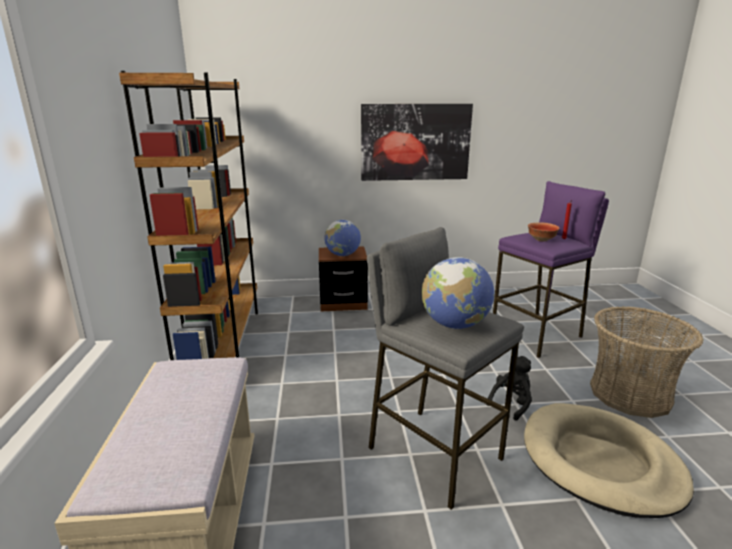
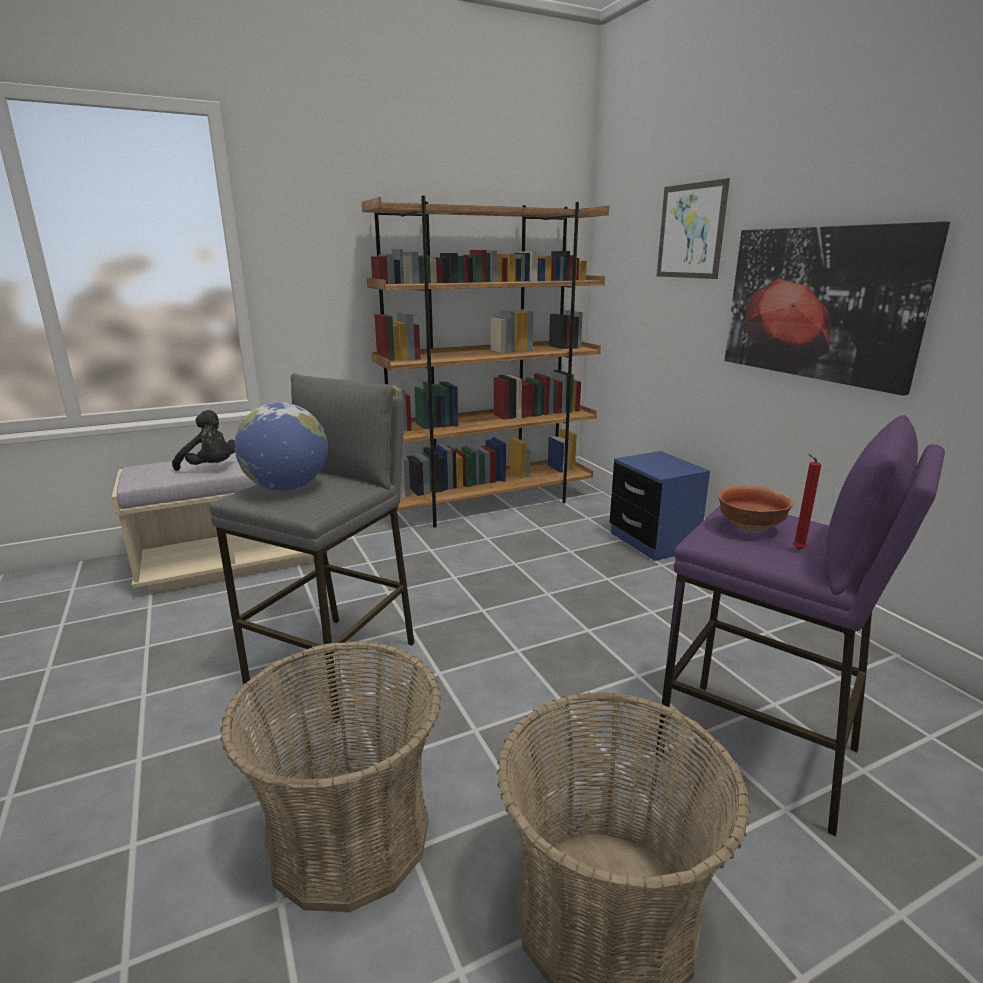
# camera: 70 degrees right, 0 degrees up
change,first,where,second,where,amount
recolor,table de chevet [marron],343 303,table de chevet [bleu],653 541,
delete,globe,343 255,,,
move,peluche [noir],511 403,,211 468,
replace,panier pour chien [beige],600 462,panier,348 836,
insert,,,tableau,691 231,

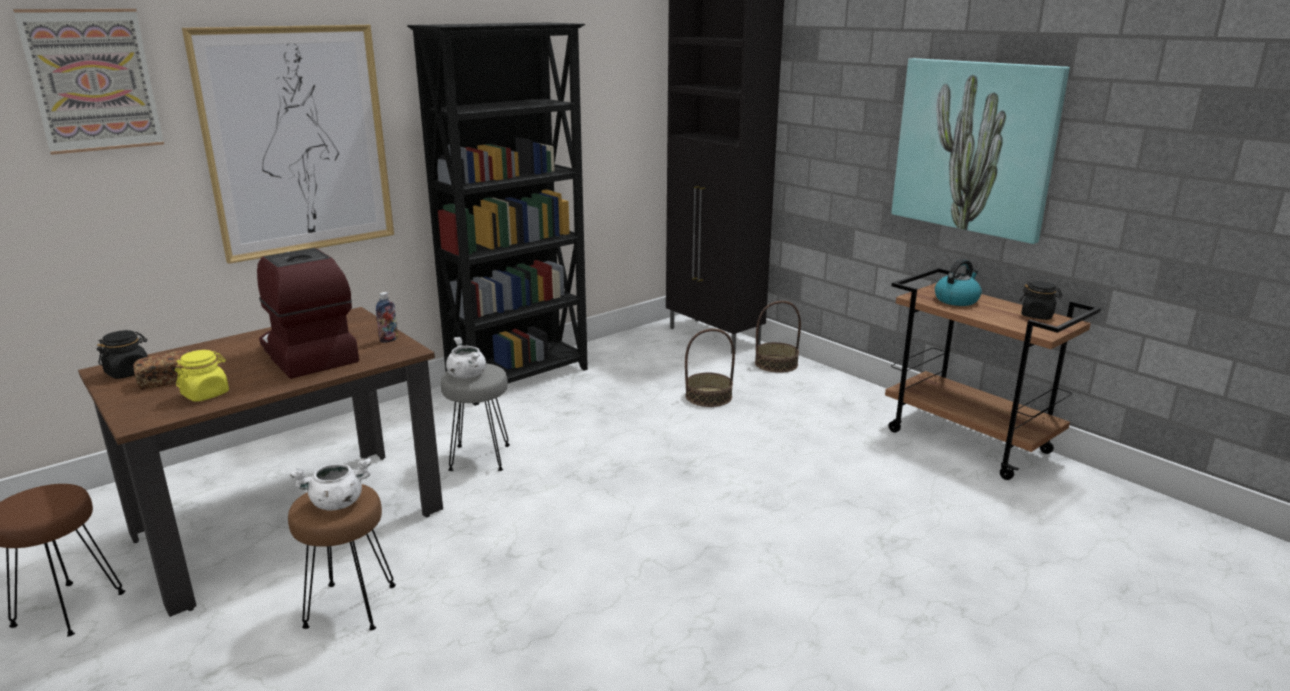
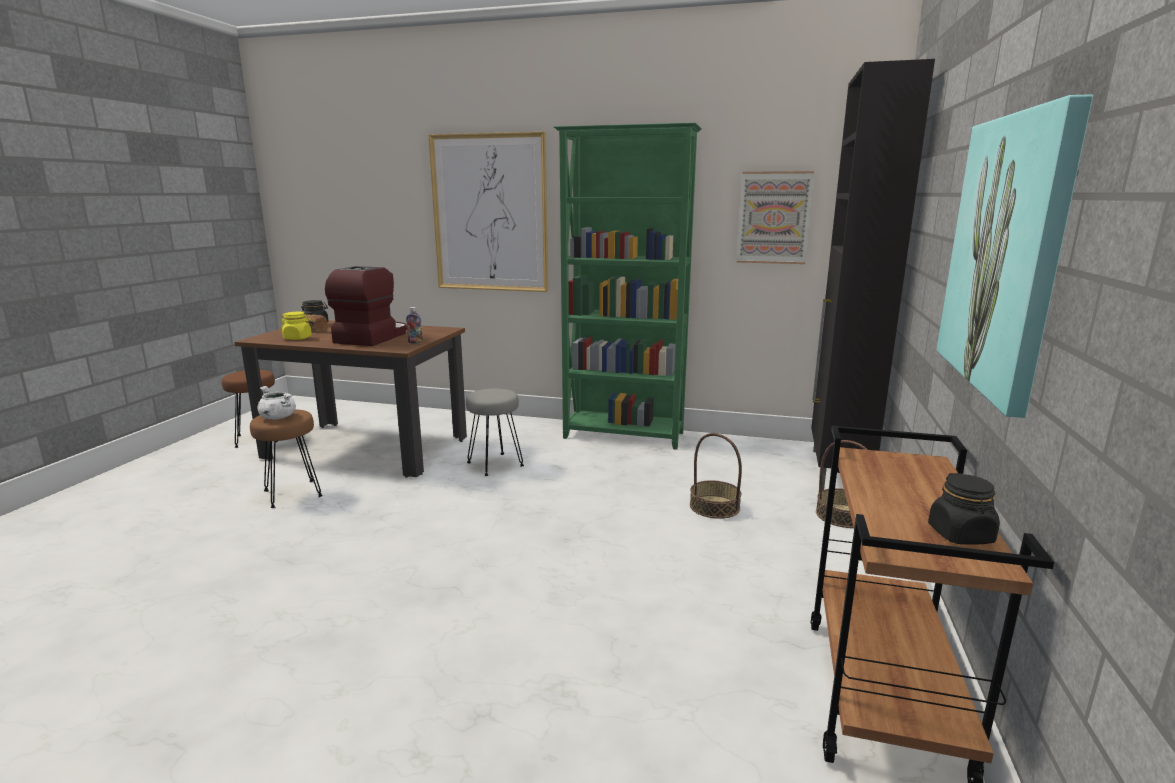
# camera: 55 degrees right, 5 degrees down
change,first,where,second,where,amount
move,tableau,92 80,,773 218,
recolor,bibliothèque [noir],520 378,bibliothèque [vert],624 436,
delete,marmite [blanc],466 375,,,
delete,bouilloire,956 300,,,

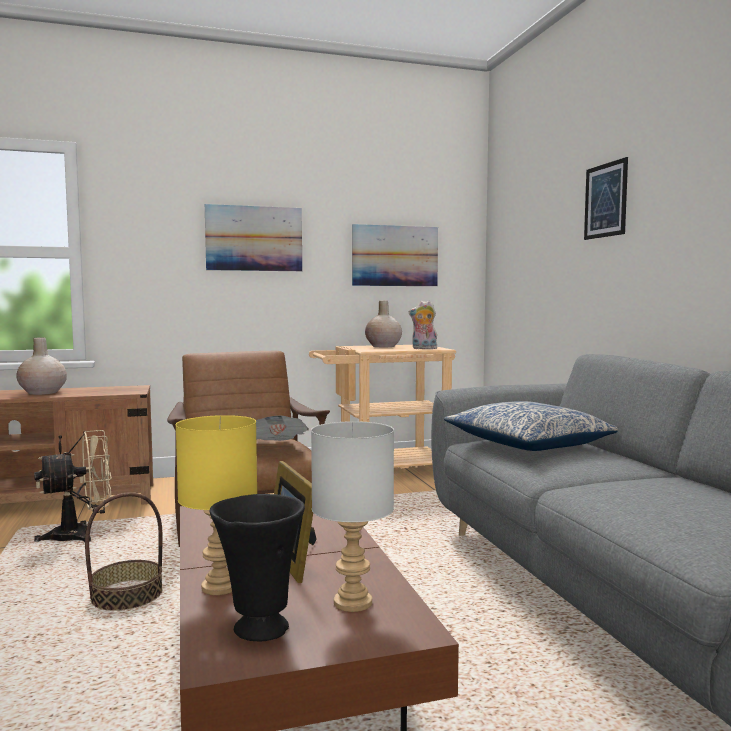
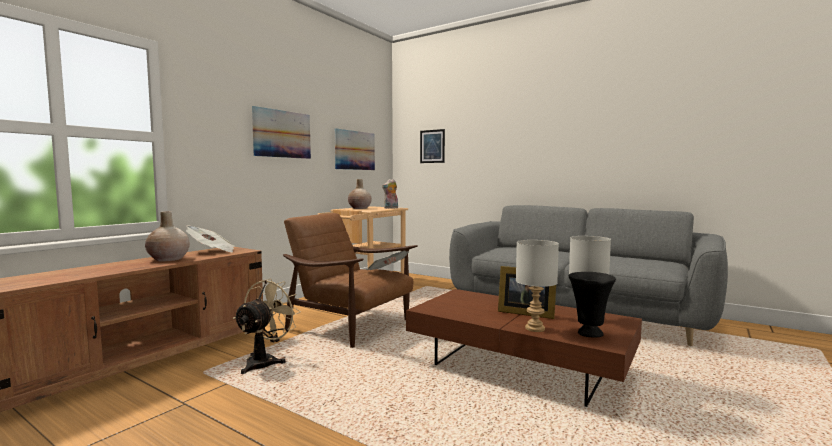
# camera: 40 degrees left, 0 degrees up
change,first,where,second,where,amount
delete,panier,127 596,,,
recolor,lampe de table [jaune],219 587,lampe de table [gris],535 329,
delete,coussin,528 443,,,
move,tableau,605 200,,432 146,
insert,,,journal,212 251,

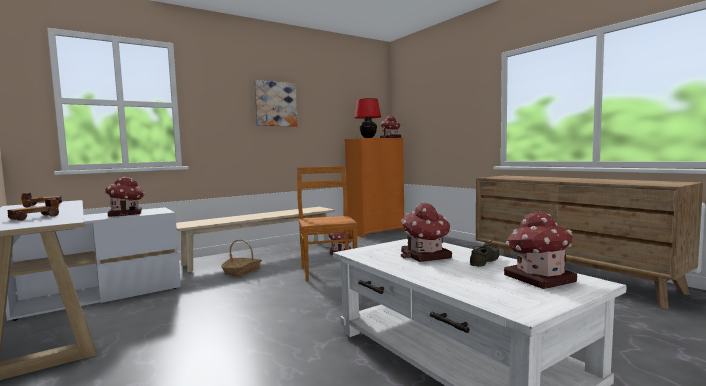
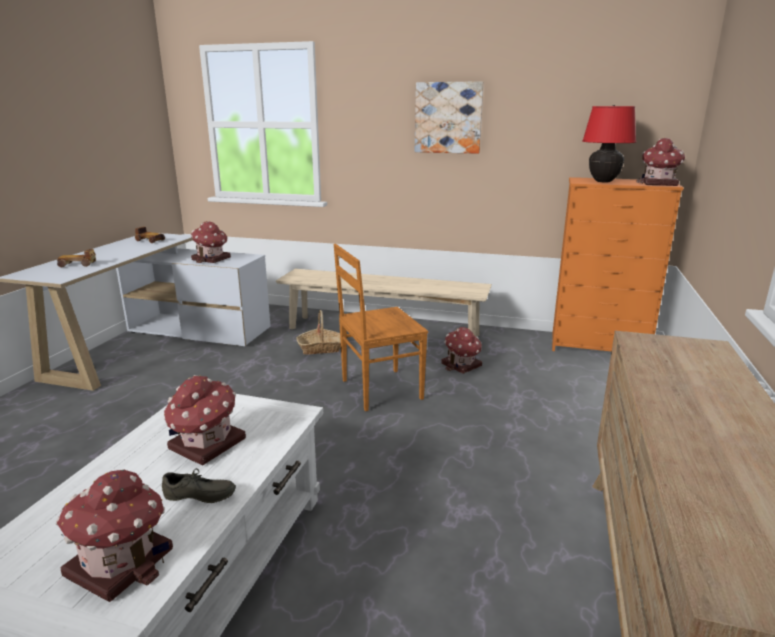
# camera: 50 degrees right, 15 degrees up
change,first,where,second,where,amount
rotate,chaise [marron],328 271,,379 390,150 degrees counterclockwise

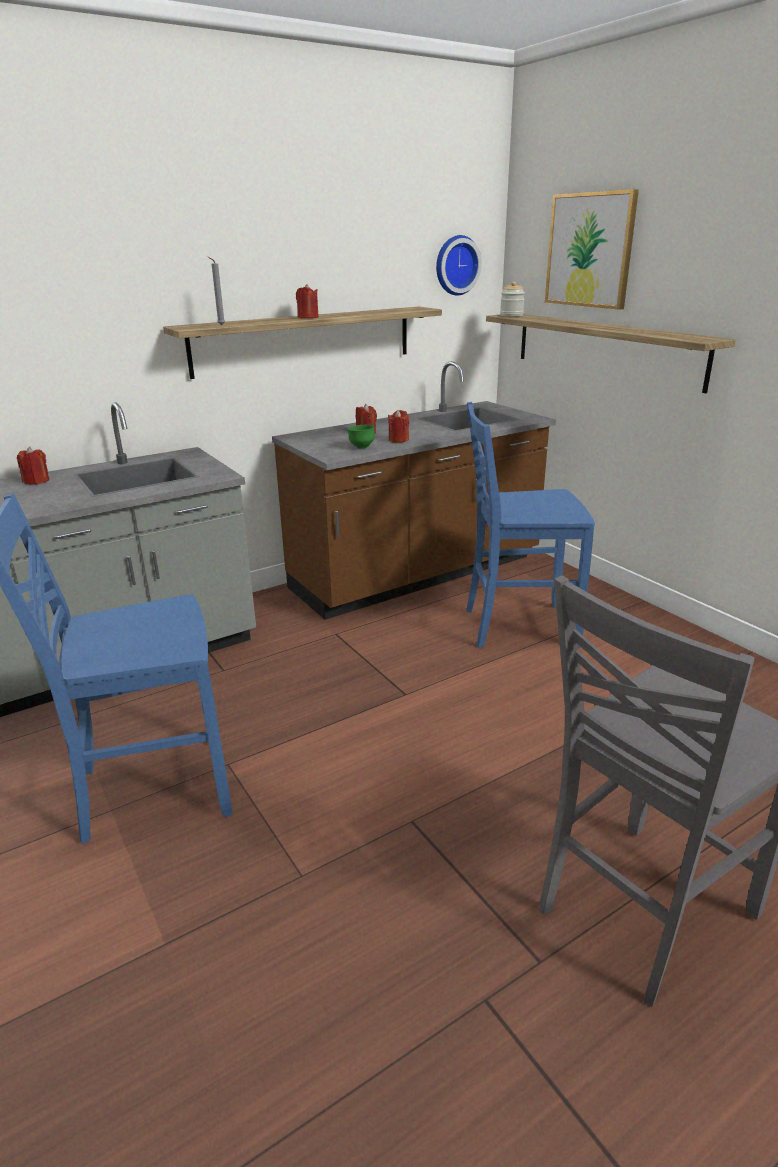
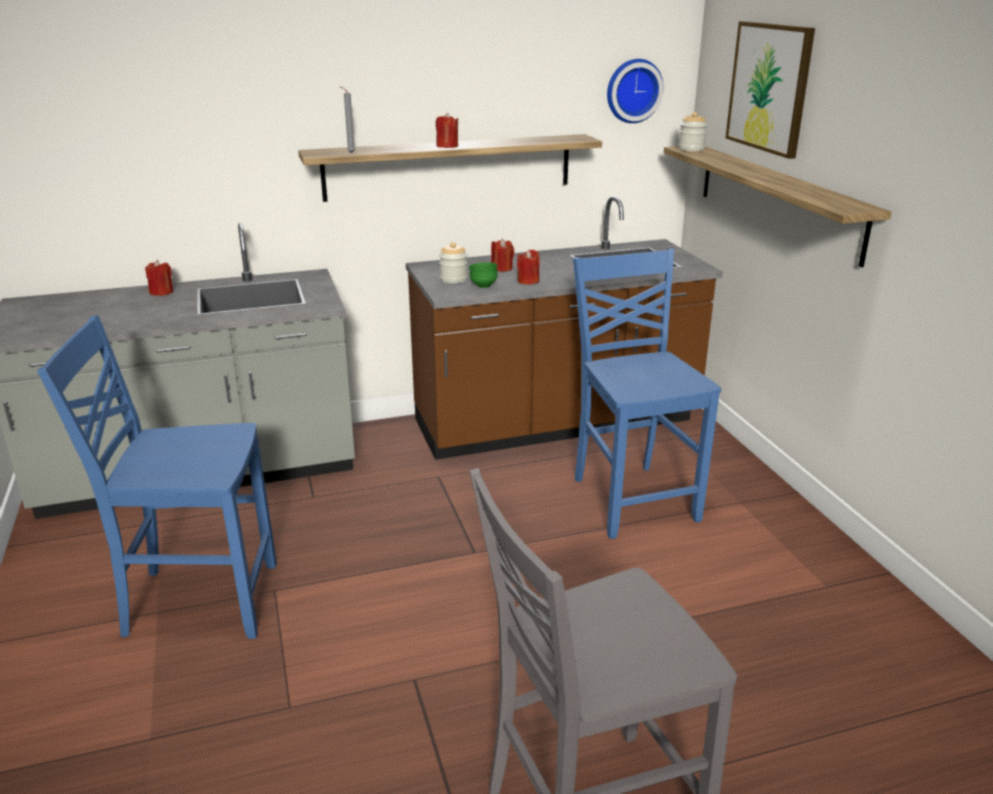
# camera: 15 degrees right, 0 degrees up
change,first,where,second,where,amount
rotate,chaise [bleu],517 626,,632 498,60 degrees clockwise
insert,,,bocal,453 279,

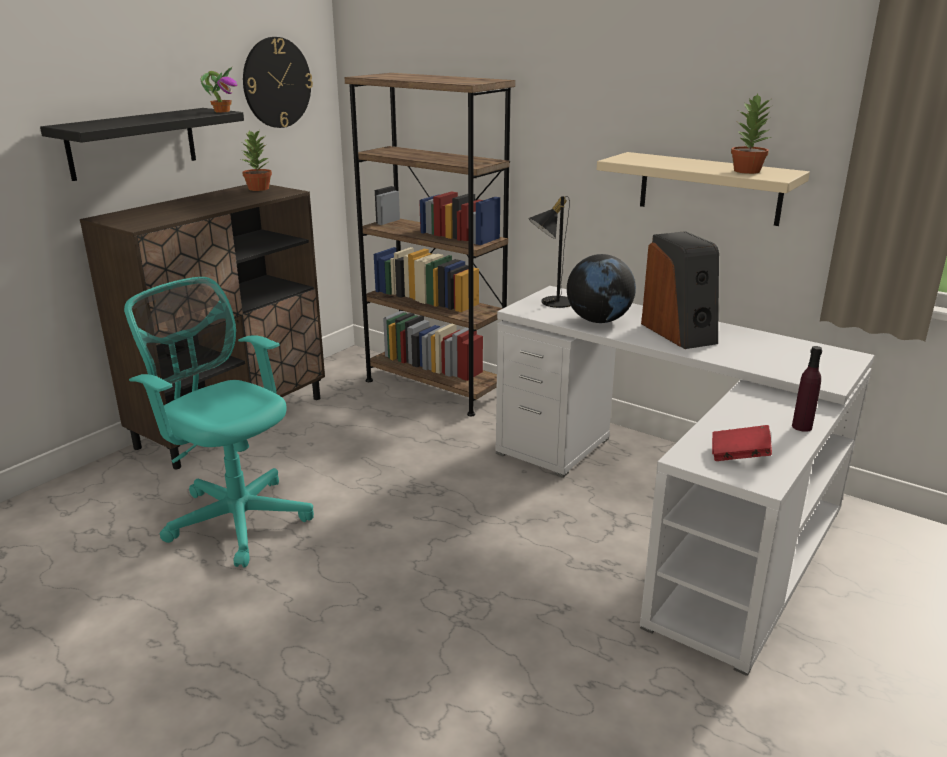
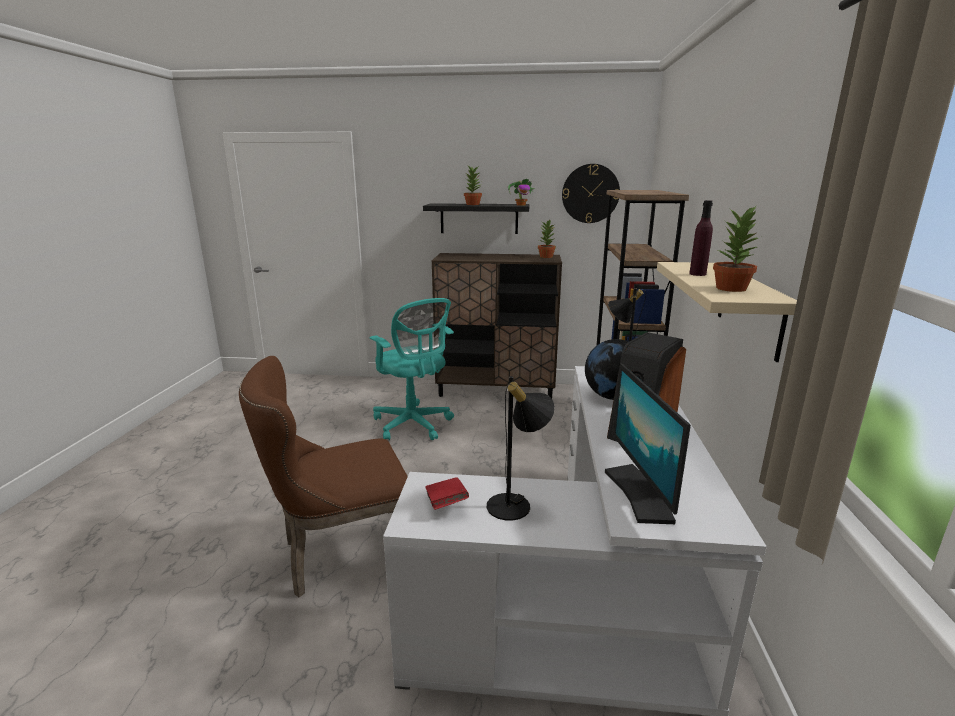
# camera: 60 degrees right, 5 degrees down
change,first,where,second,where,amount
rotate,chaise de bureau [turquoise],235 517,,414 425,135 degrees clockwise
move,bouteille [violet],802 427,,697 274,
insert,,,chaise [marron],340 554,
insert,,,plante en pot,472 204,
insert,,,lampe de table [noir],516 504,
insert,,,écran d'ordinateur,641 494,

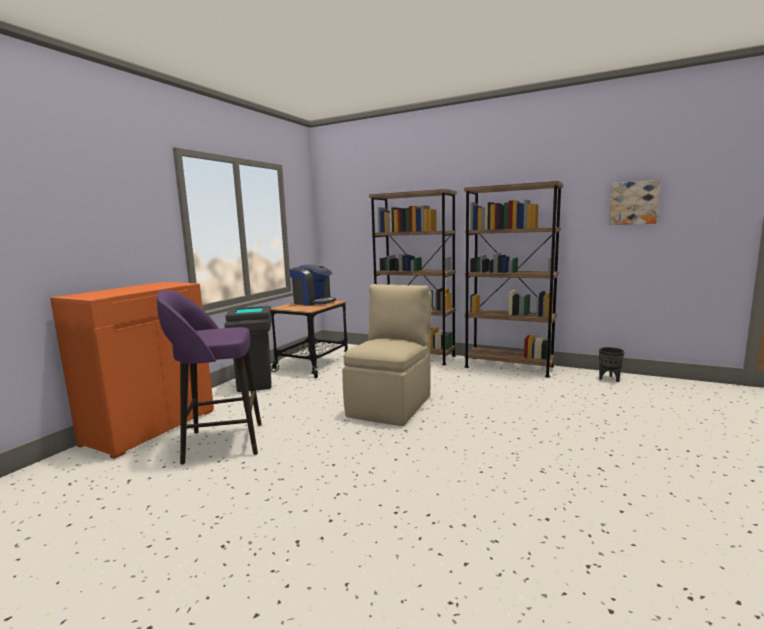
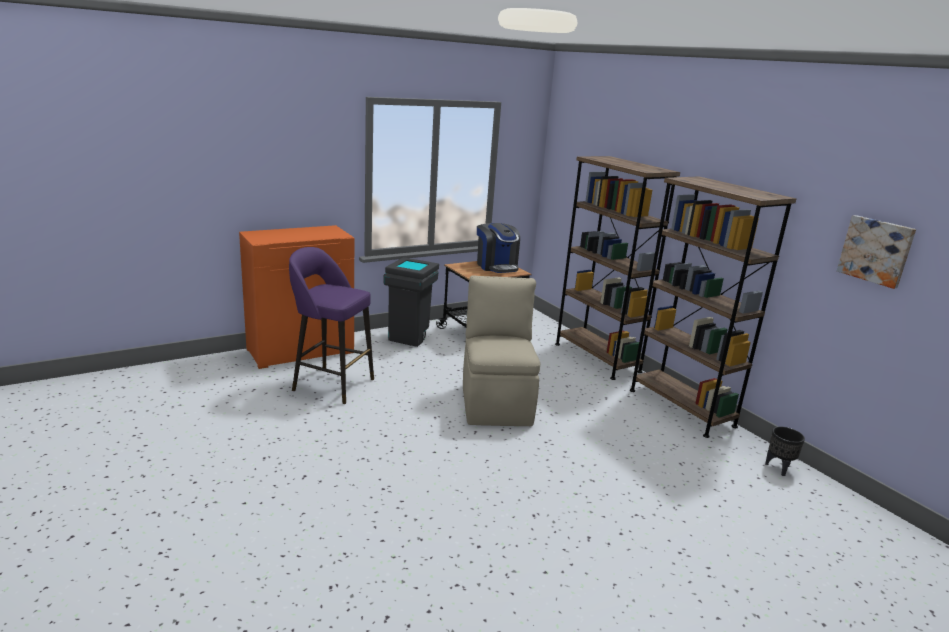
# camera: 30 degrees right, 10 degrees up
change,first,where,second,where,amount
rotate,chaise [beige],391 405,,496 403,60 degrees counterclockwise

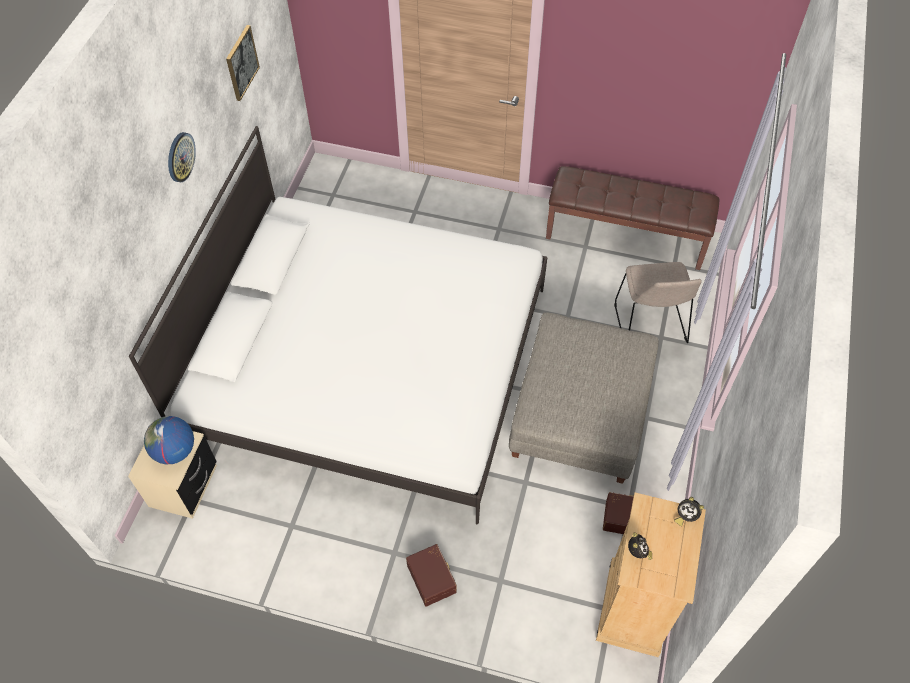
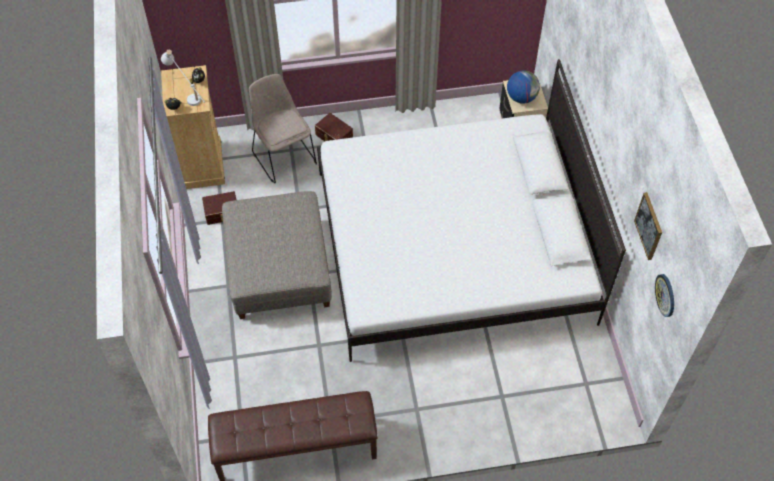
# camera: 155 degrees right, 0 degrees up
change,first,where,second,where,amount
move,horloge murale,180 157,,665 295,
move,chaise [beige],650 325,,283 156,
insert,,,lampe de table [blanc],188 94,

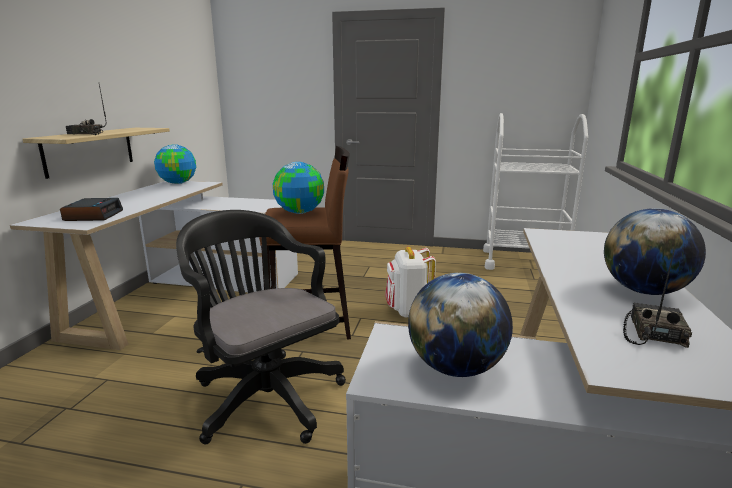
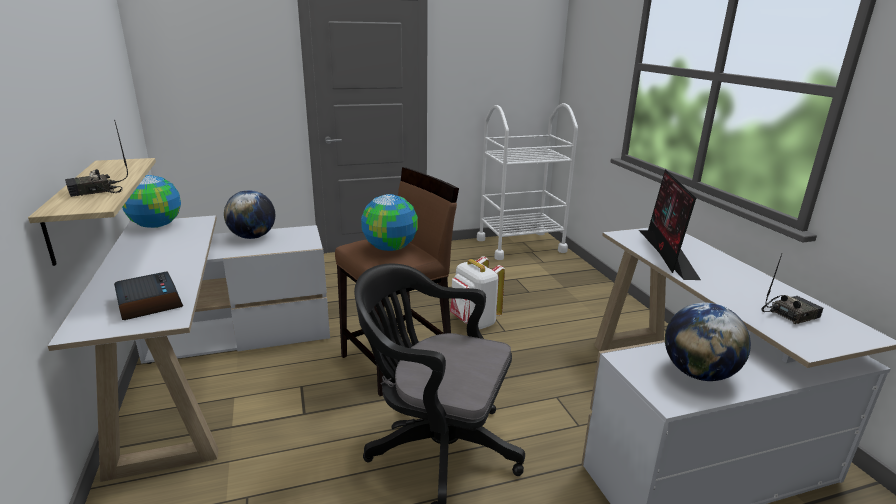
# camera: 30 degrees left, 5 degrees up
change,first,where,second,where,amount
move,globe,644 291,,253 237,
rotate,radio,652 332,,789 314,75 degrees clockwise
insert,,,écran d'ordinateur,666 253,

